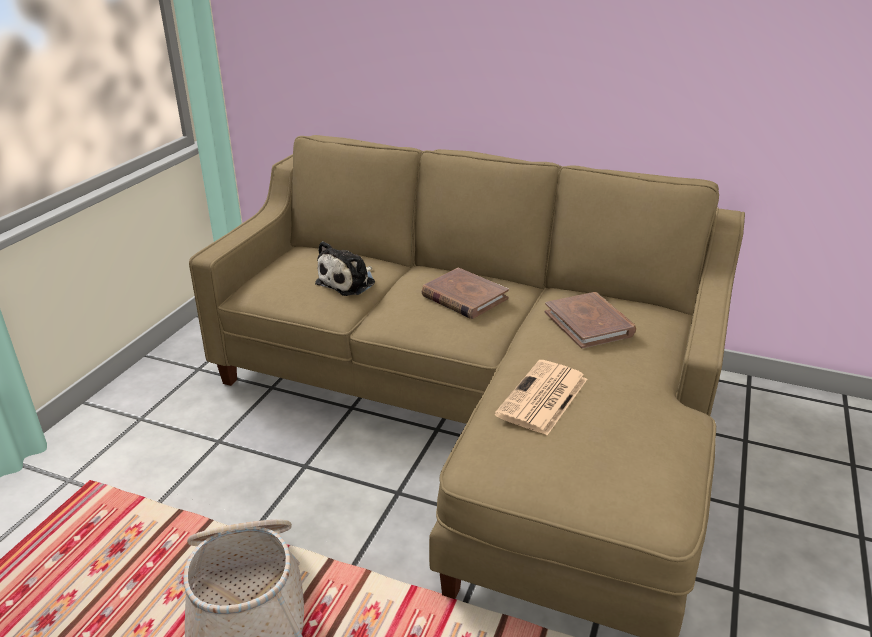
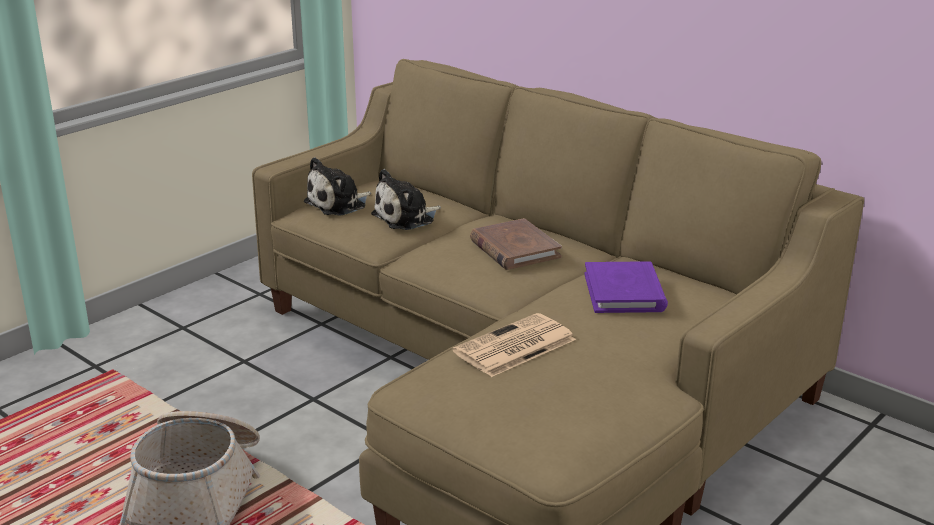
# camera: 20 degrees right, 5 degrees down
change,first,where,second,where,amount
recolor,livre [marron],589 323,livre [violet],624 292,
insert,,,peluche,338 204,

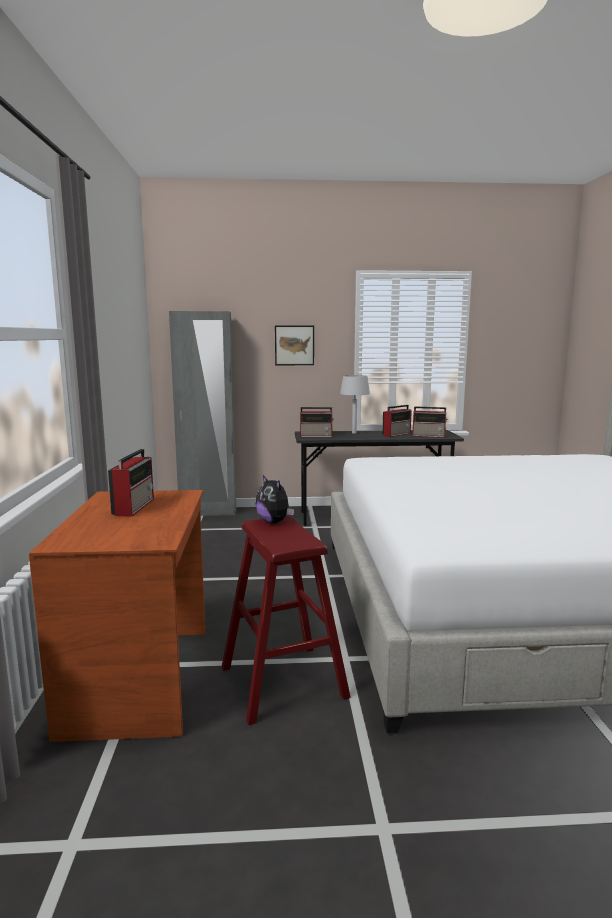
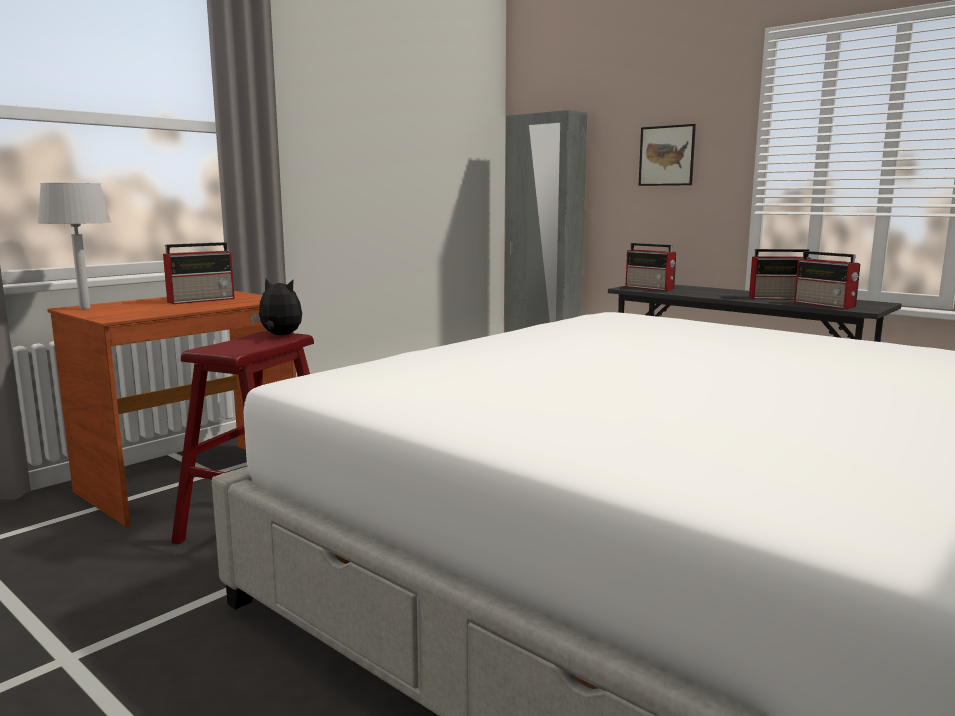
# camera: 45 degrees right, 0 degrees up
change,first,where,second,where,amount
rotate,peluche,274 522,,279 336,105 degrees clockwise
move,lampe de table [gris],354 433,,85 308,

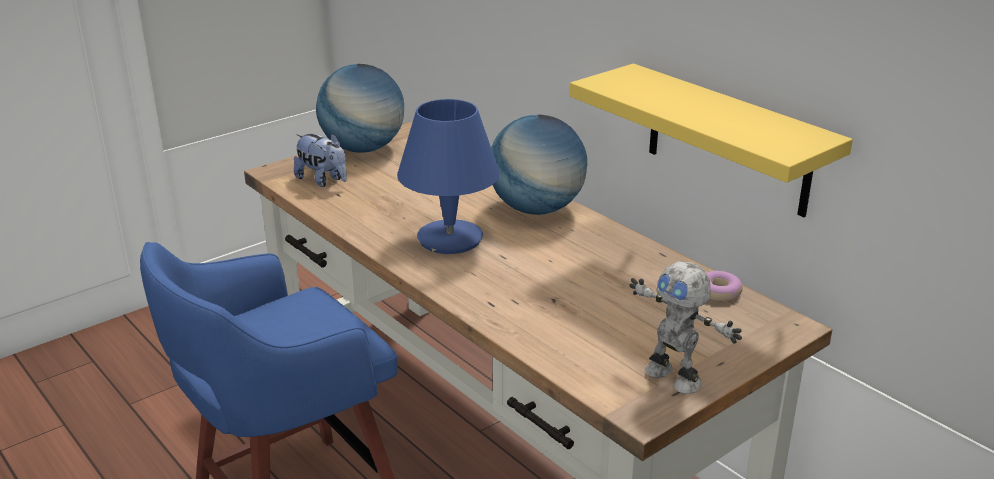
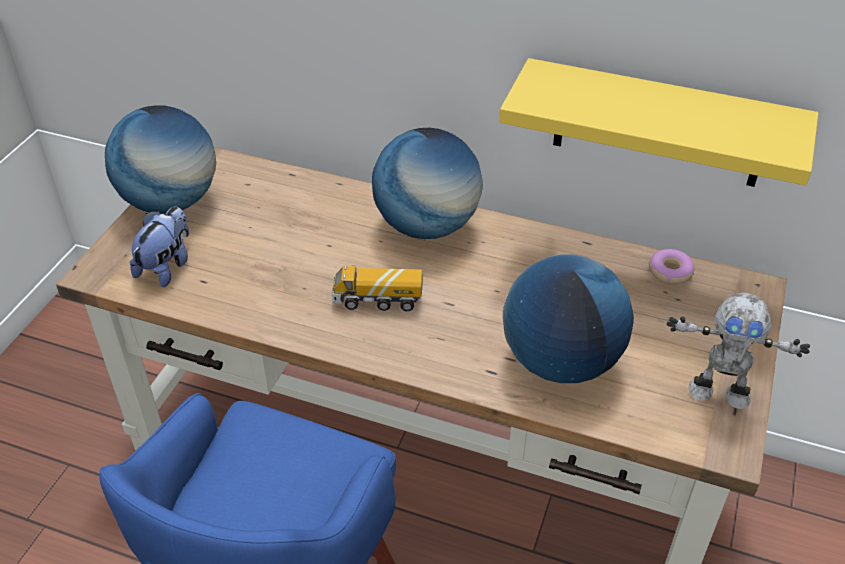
# camera: 30 degrees left, 15 degrees up
change,first,where,second,where,amount
rotate,peluche,323 180,,167 266,75 degrees counterclockwise
replace,lampe de table [bleu],449 239,camion jouet,377 300,
insert,,,globe,560 361,

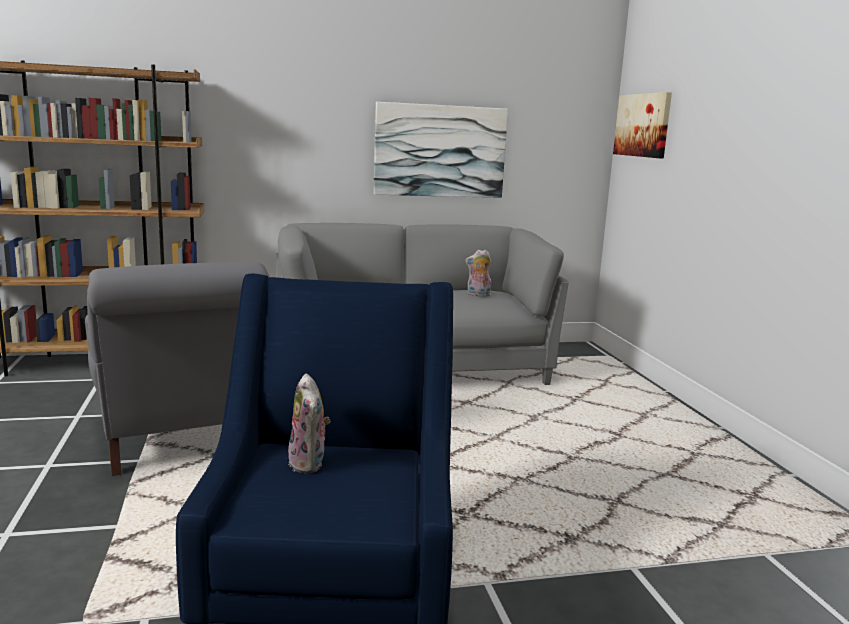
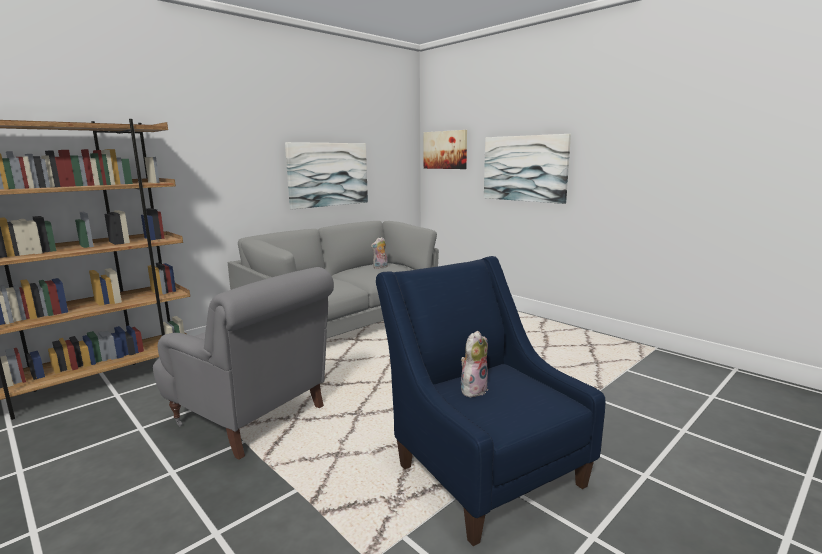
# camera: 30 degrees left, 0 degrees up
change,first,where,second,where,amount
rotate,peluche,309 463,,473 389,90 degrees counterclockwise
insert,,,tableau,524 168,

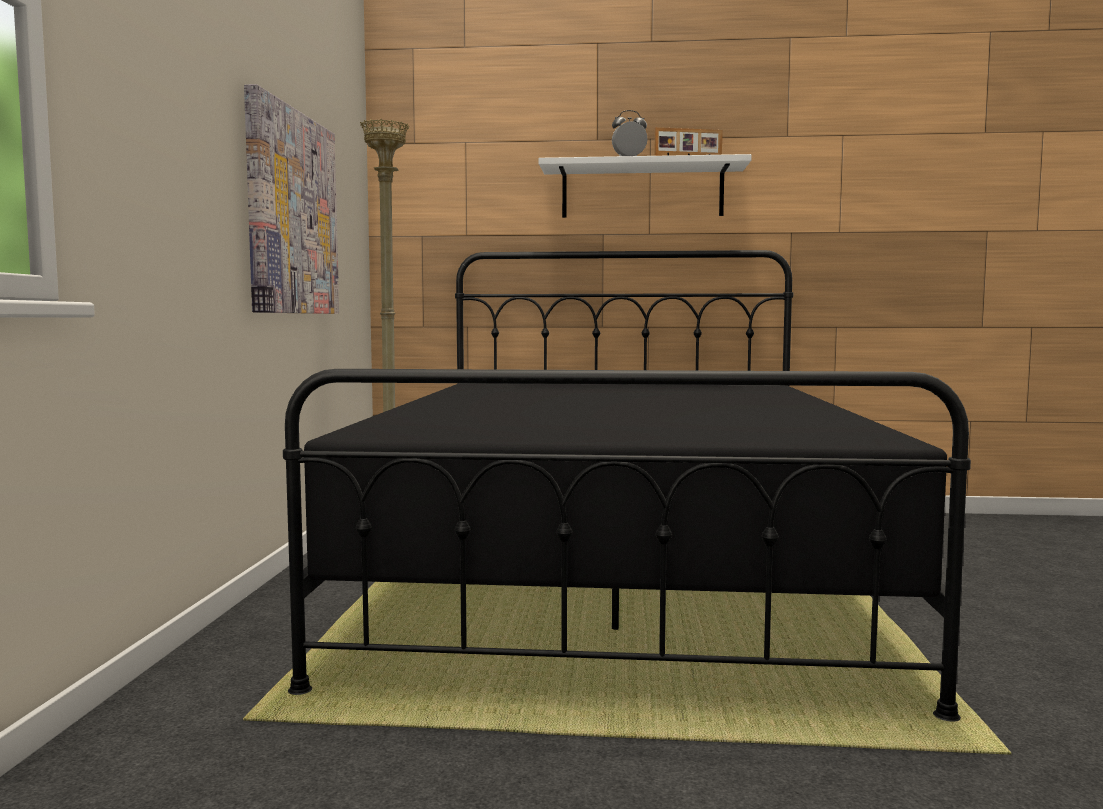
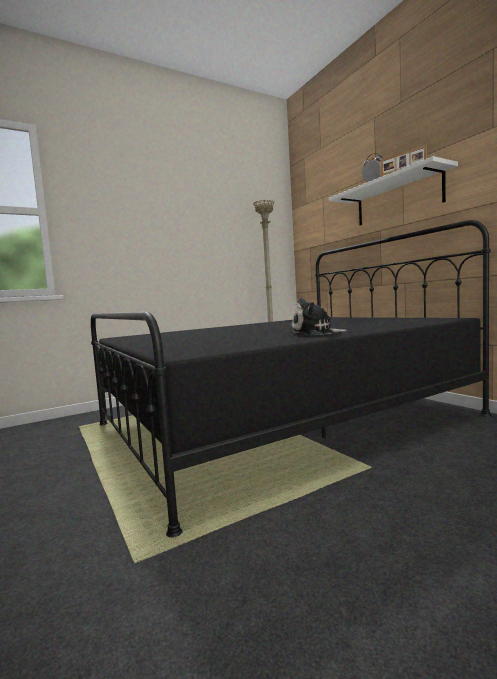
# camera: 55 degrees right, 0 degrees up
change,first,where,second,where,amount
delete,tableau,291 213,,,
insert,,,peluche,315 333,

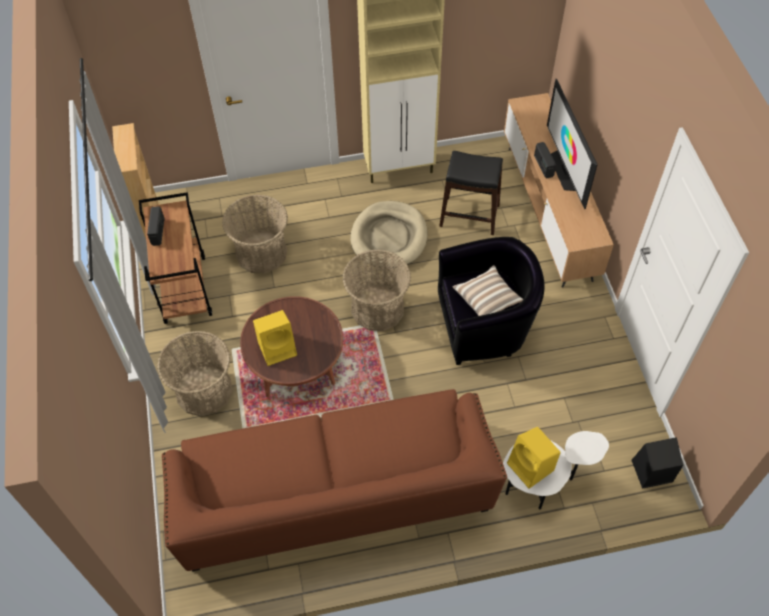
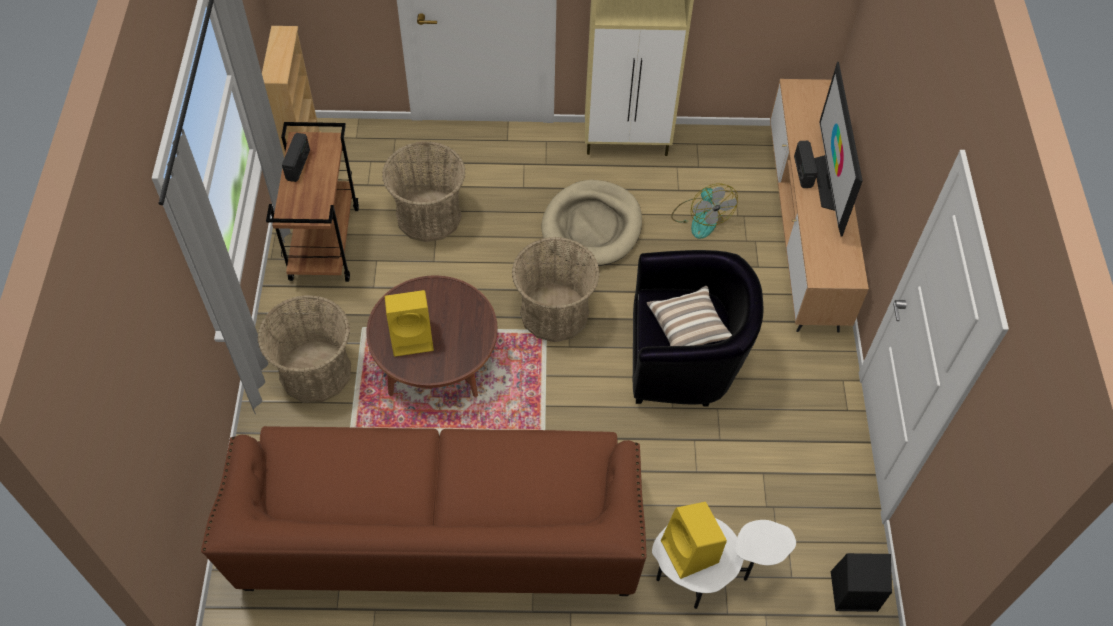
# camera: 10 degrees right, 0 degrees up
change,first,where,second,where,amount
replace,tabouret [noir],469 215,ventilateur,700 218,

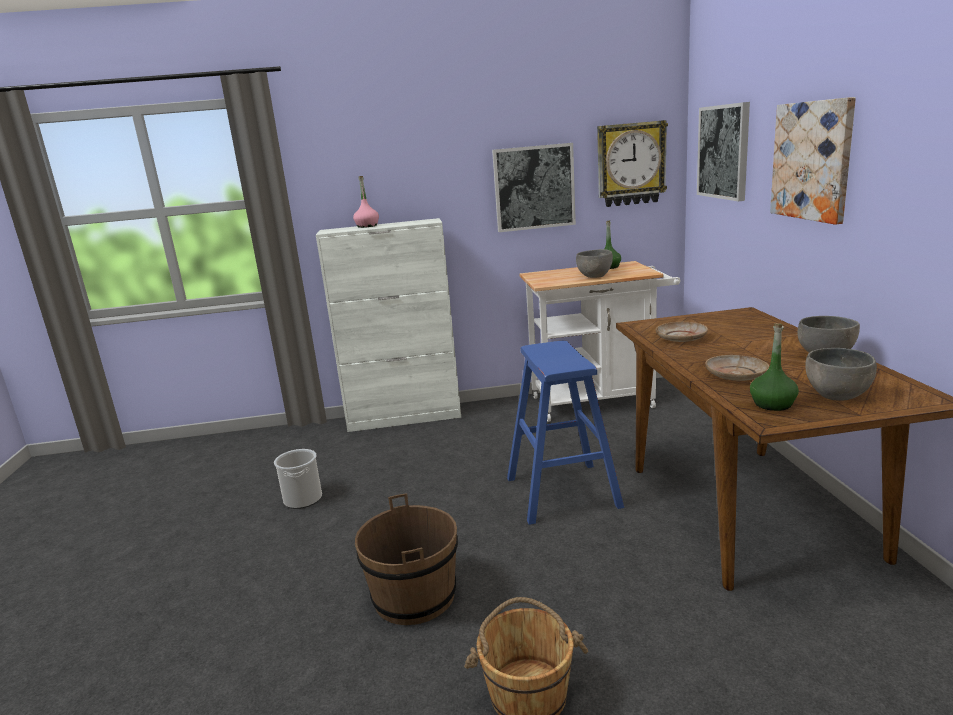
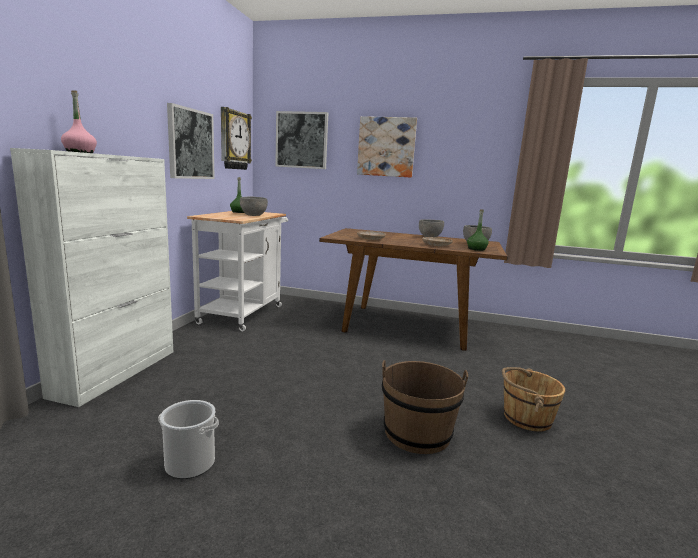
# camera: 70 degrees left, 5 degrees down
change,first,where,second,where,amount
delete,tabouret [bleu],562 492,,,

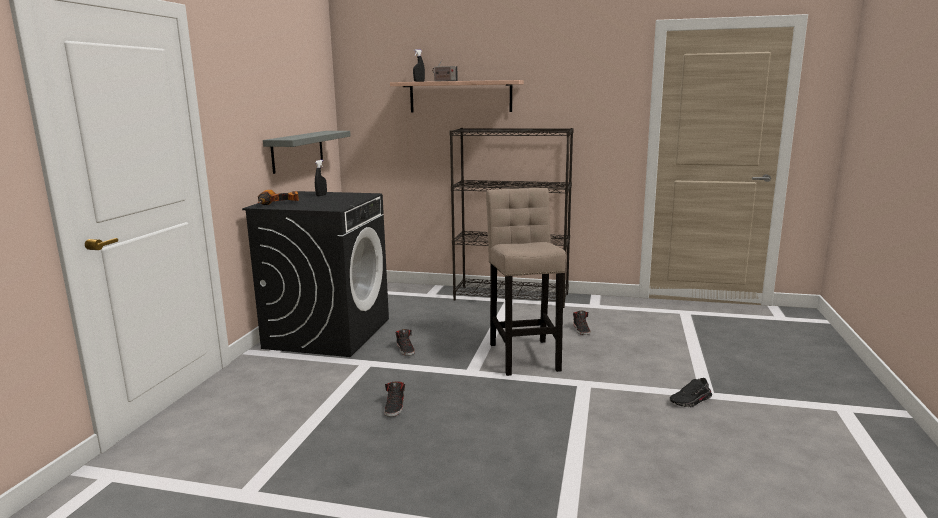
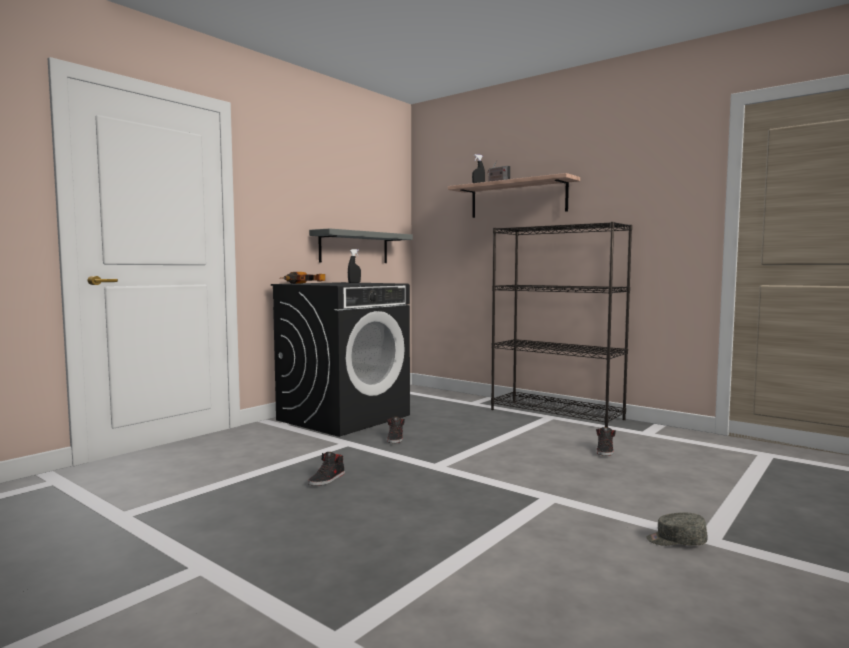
# camera: 25 degrees right, 10 degrees down
change,first,where,second,where,amount
delete,tabouret [beige],524 355,,,
replace,chaussure [noir],691 401,casquette [gris],676 541,

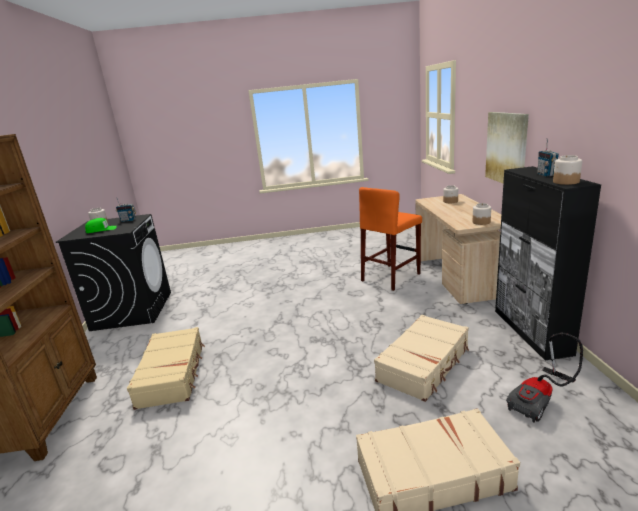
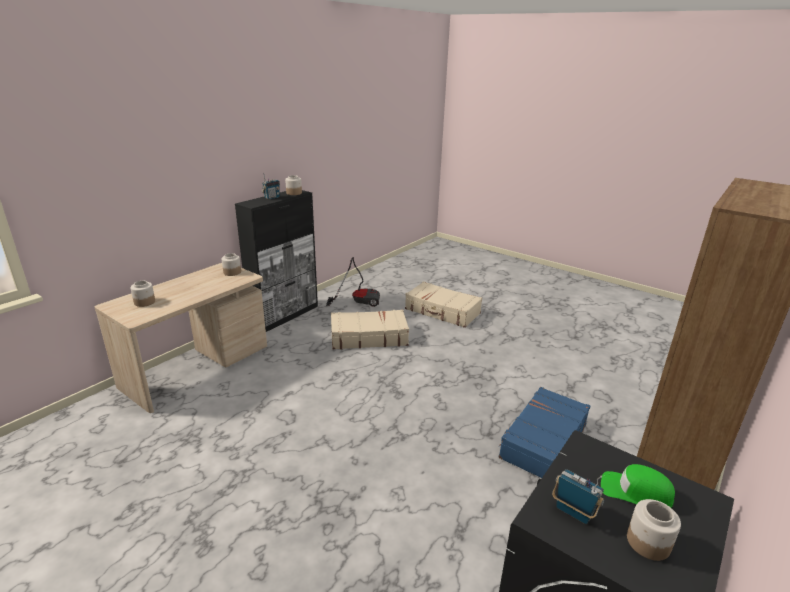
# camera: 140 degrees left, 5 degrees up
change,first,where,second,where,amount
recolor,valise [beige],172 374,valise [bleu],542 441,
delete,tabouret [orange],391 277,,,
delete,tableau,506 148,,,

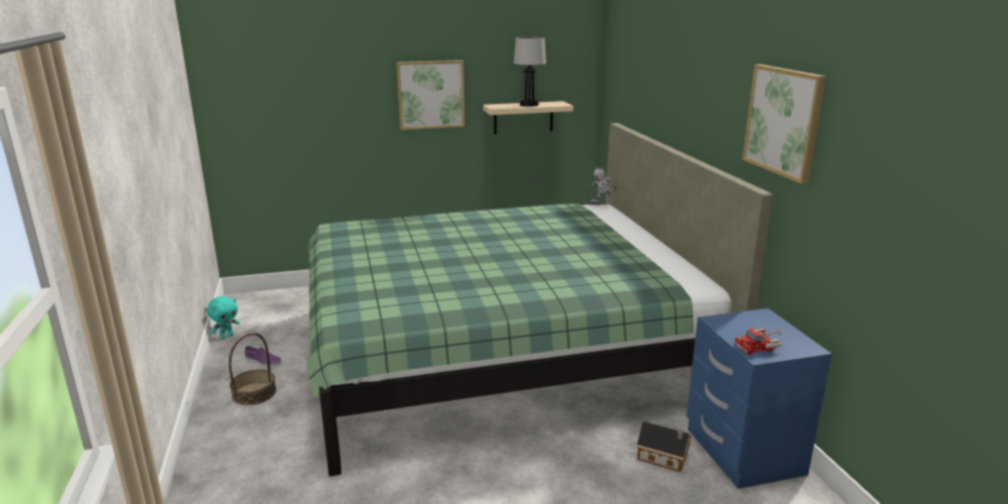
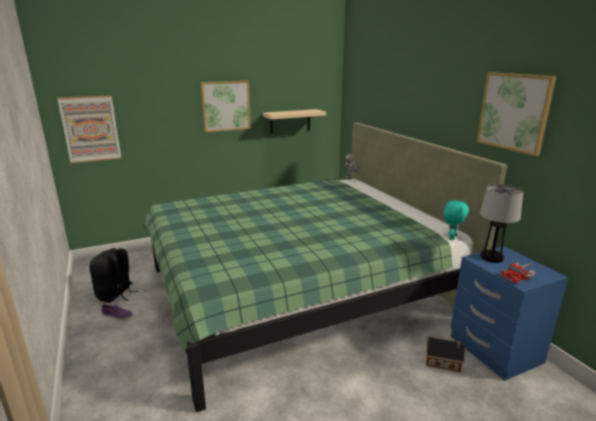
# camera: 10 degrees left, 0 degrees up
change,first,where,second,where,amount
move,peluche [turquoise],227 336,,452 237,
delete,panier,254 393,,,
move,lampe de table,529 104,,491 257,
insert,,,tableau,90 129,
insert,,,sac à dos [noir],116 294,

